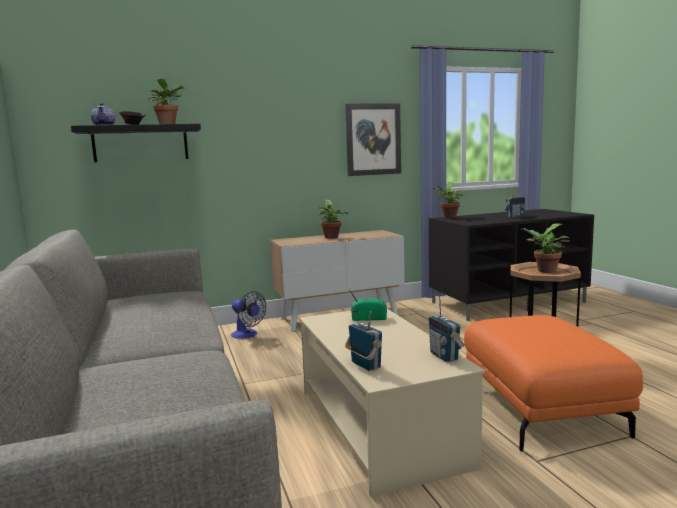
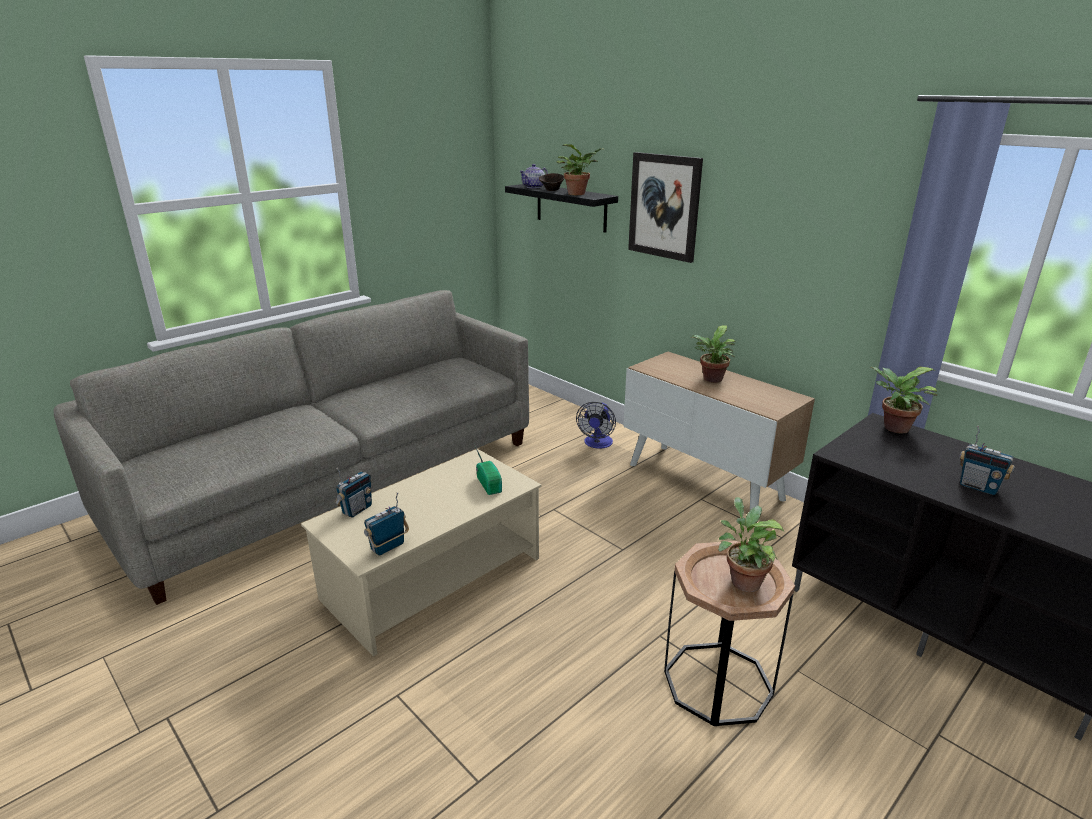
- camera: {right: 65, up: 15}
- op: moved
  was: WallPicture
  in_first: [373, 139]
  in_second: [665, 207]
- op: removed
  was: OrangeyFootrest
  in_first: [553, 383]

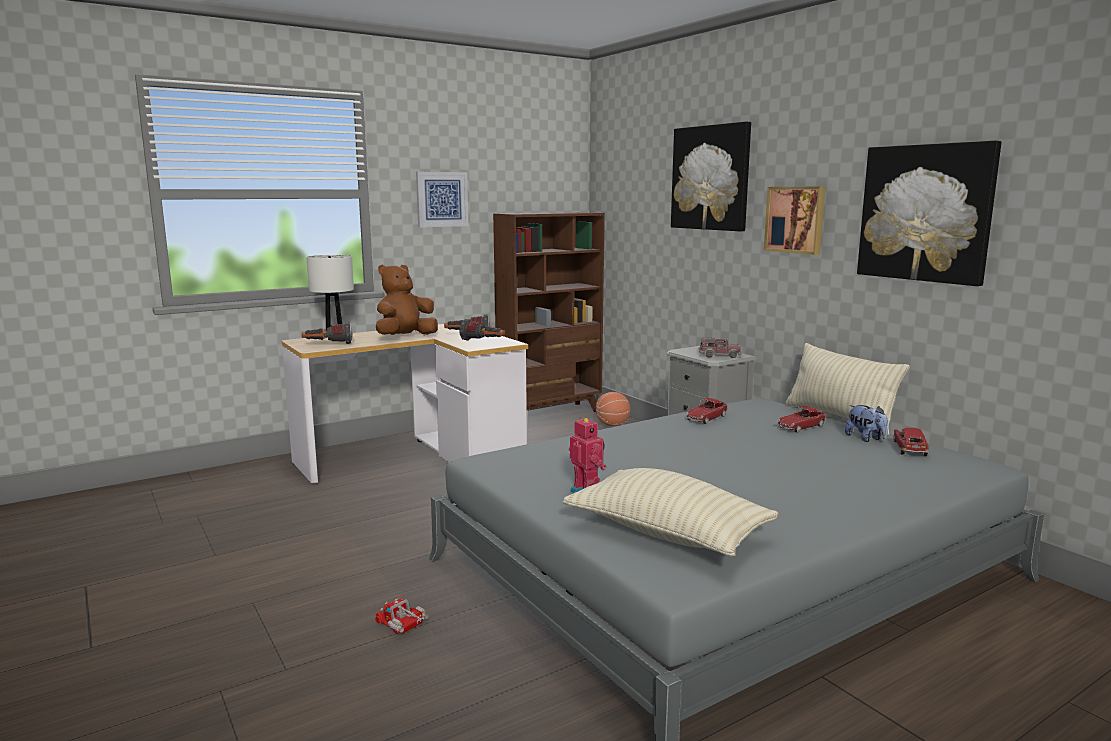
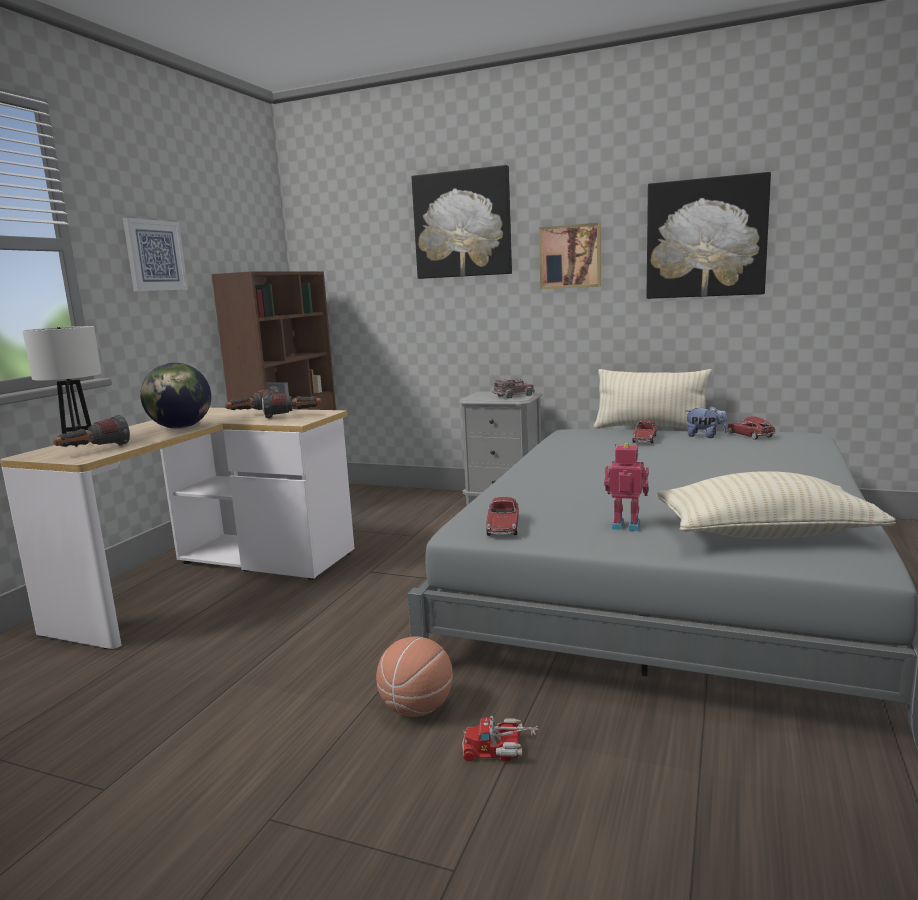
- camera: {right: -35, up: 0}
- op: replaced
  was: BrownColouredSoftToy
  now: Globe
  in_first: [407, 300]
  in_second: [175, 396]
- op: moved
  was: BallForBasketball
  in_first: [613, 409]
  in_second: [414, 676]
- op: moved
  was: MiniatureCar
  in_first: [707, 411]
  in_second: [502, 516]

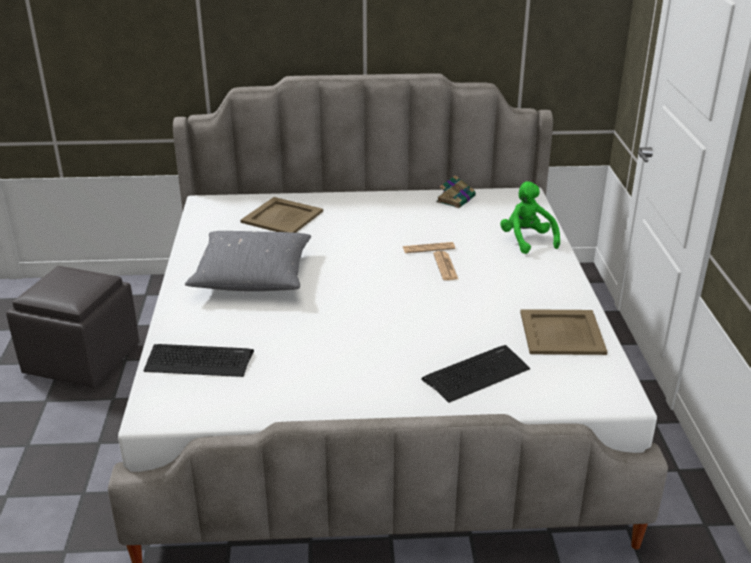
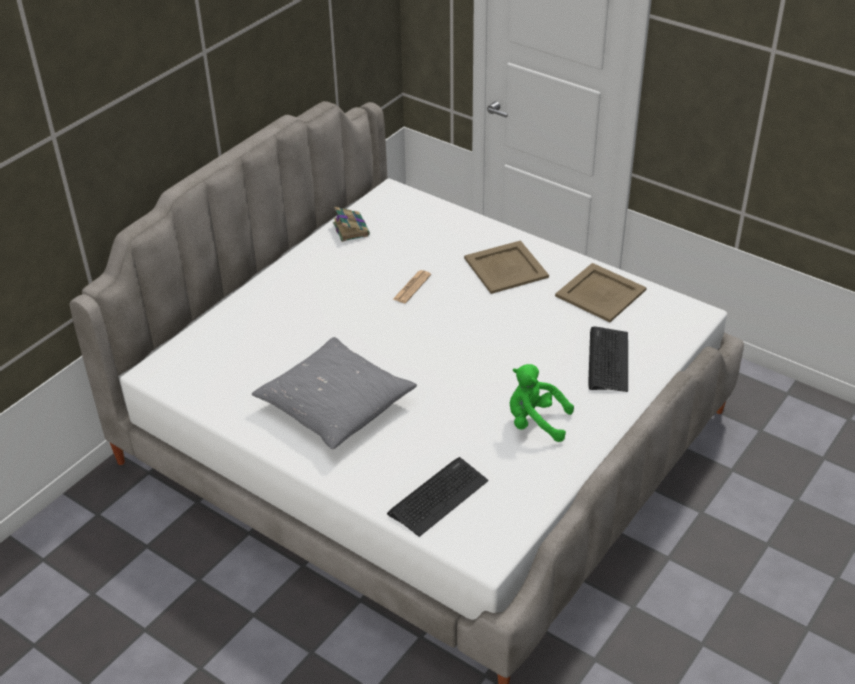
- camera: {right: -50, up: 10}
- op: moved
  was: BeigeTray
  in_first: [281, 215]
  in_second: [506, 267]
- op: moved
  was: GreenSoftToy
  in_first: [530, 217]
  in_second: [542, 403]
- op: removed
  was: GreyishFootrest
  in_first: [72, 327]
- op: removed
  was: DailyPaper
  in_first: [445, 265]

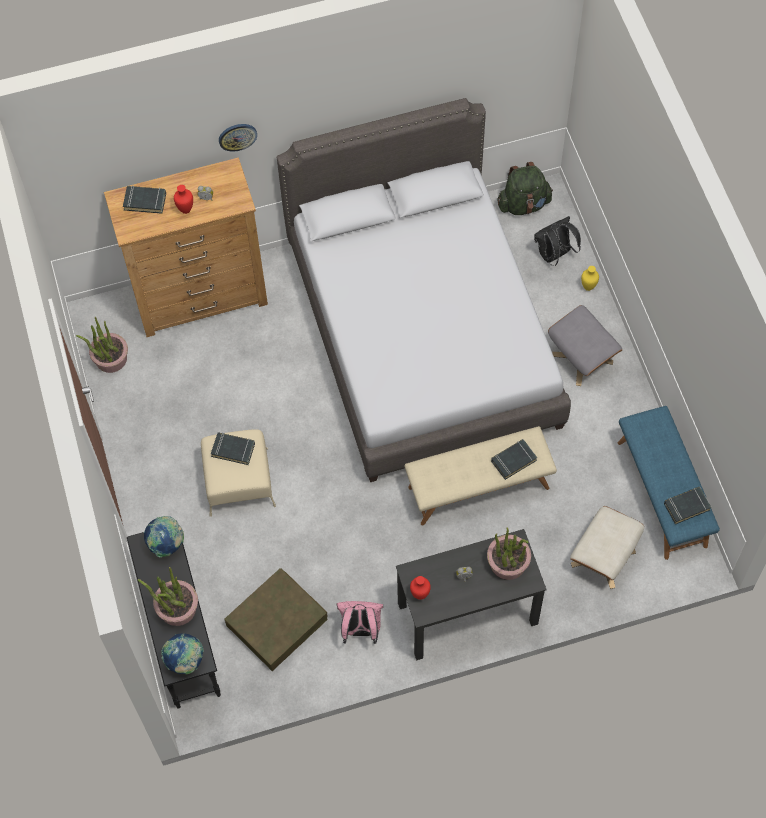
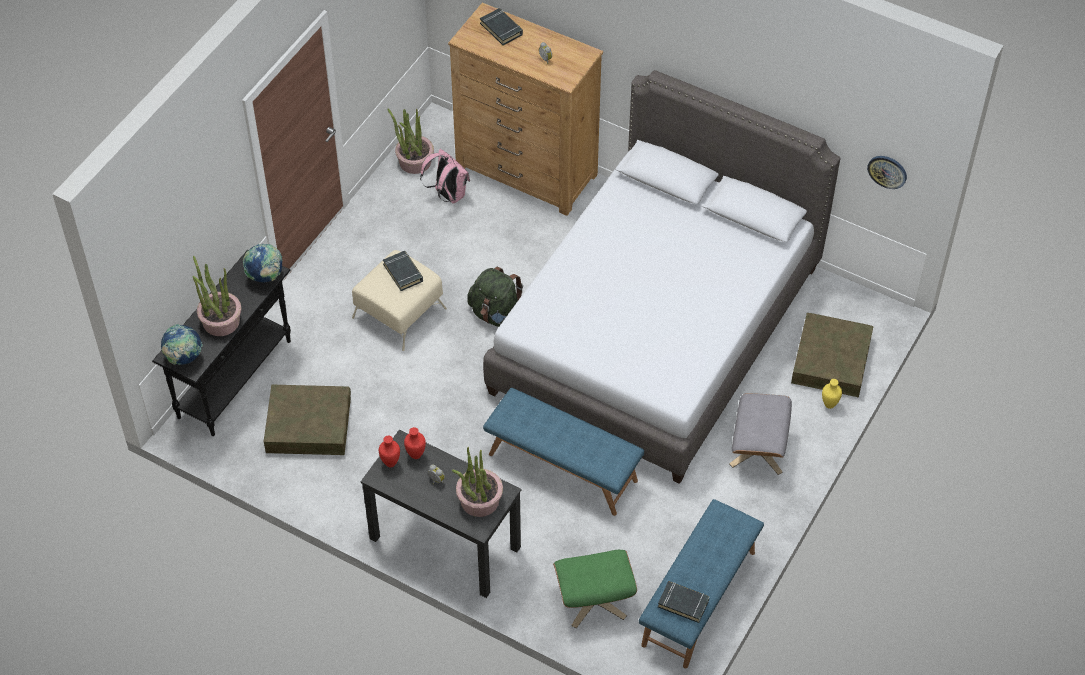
- camera: {right: 45, up: -10}
- op: moved
  was: ReddishDecorativeVase
  in_first: [183, 199]
  in_second: [415, 443]
- op: moved
  was: PinkKnapsack
  in_first: [360, 622]
  in_second: [445, 176]
- op: moved
  was: GreenKnapsack
  in_first: [525, 188]
  in_second: [495, 297]
- op: recoloured
  was: BeigeIndoorBench
  now: BluishIndoorBench
  in_first: [480, 476]
  in_second: [563, 452]
- op: recoloured
  was: BeigeFootrest
  now: GreenFootrest
  in_first: [607, 547]
  in_second: [595, 589]
- op: replaced
  was: BlackishKnapsack
  now: BrownColouredStorageContainer
  in_first: [557, 241]
  in_second: [832, 355]
- op: moved
  was: ClockOnTheWall
  in_first: [238, 138]
  in_second: [887, 172]
- op: removed
  was: BlackishBook
  in_first: [514, 459]

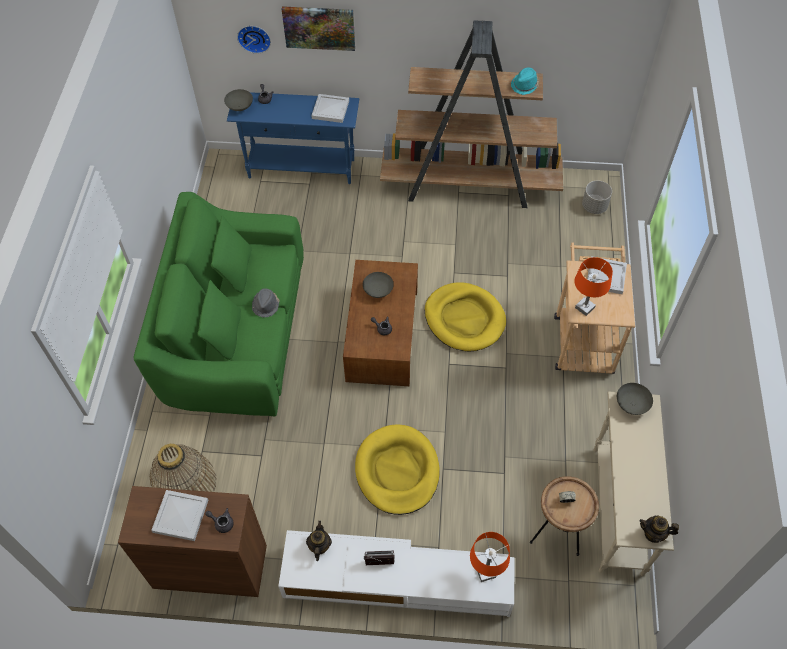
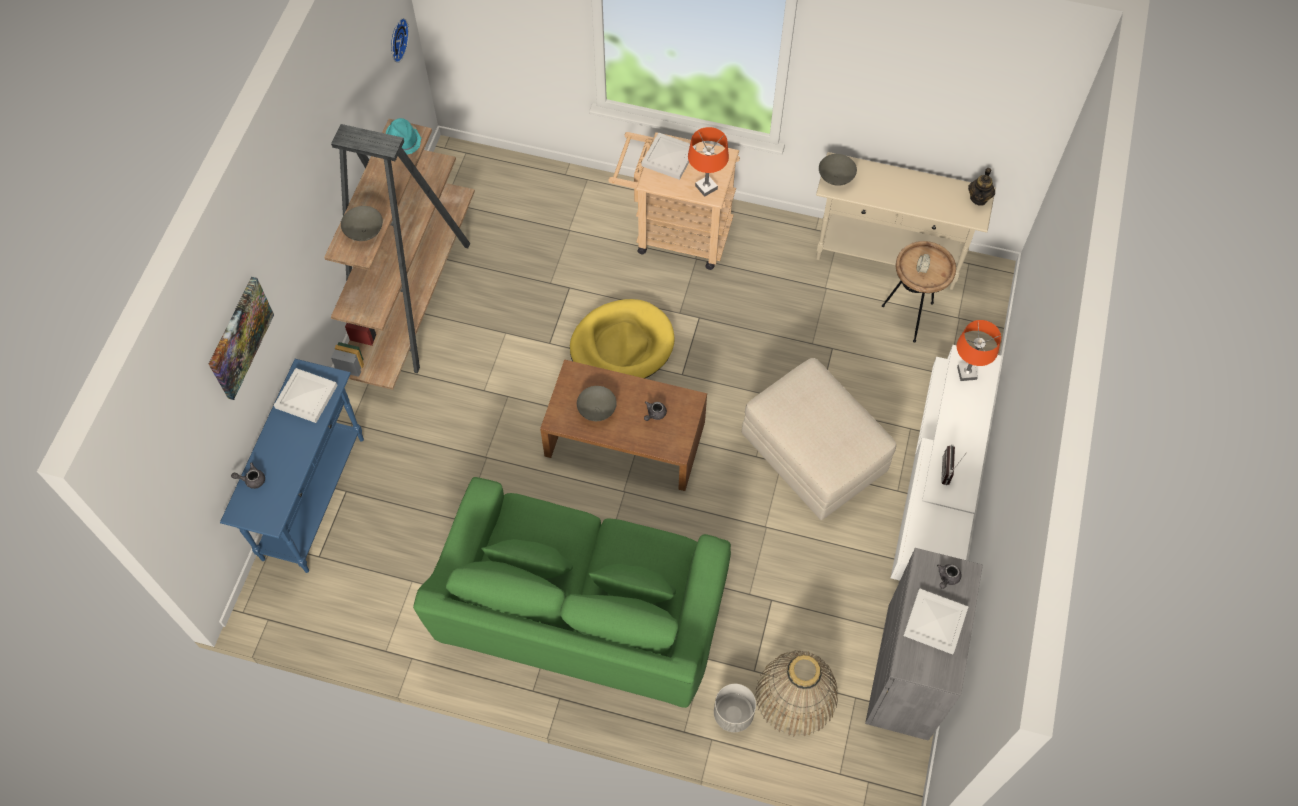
- camera: {right: -80, up: 5}
- op: moved
  was: GreyishDeepDish
  in_first: [238, 100]
  in_second: [362, 223]
- op: moved
  was: ClockOnTheWall
  in_first: [254, 40]
  in_second: [400, 40]
- op: moved
  was: GreyishPlantPot
  in_first: [597, 197]
  in_second: [735, 708]
- op: replaced
  was: YellowColouredPetBed
  now: BeigeFootrest
  in_first: [397, 469]
  in_second: [819, 439]
- op: recoloured
  was: BrownColouredCupboard
  now: GreyishCupboard
  in_first: [192, 541]
  in_second: [924, 644]
- op: removed
  was: GreyishClothingHat
  in_first: [266, 303]
- op: removed
  was: PotForTea
  in_first: [319, 541]

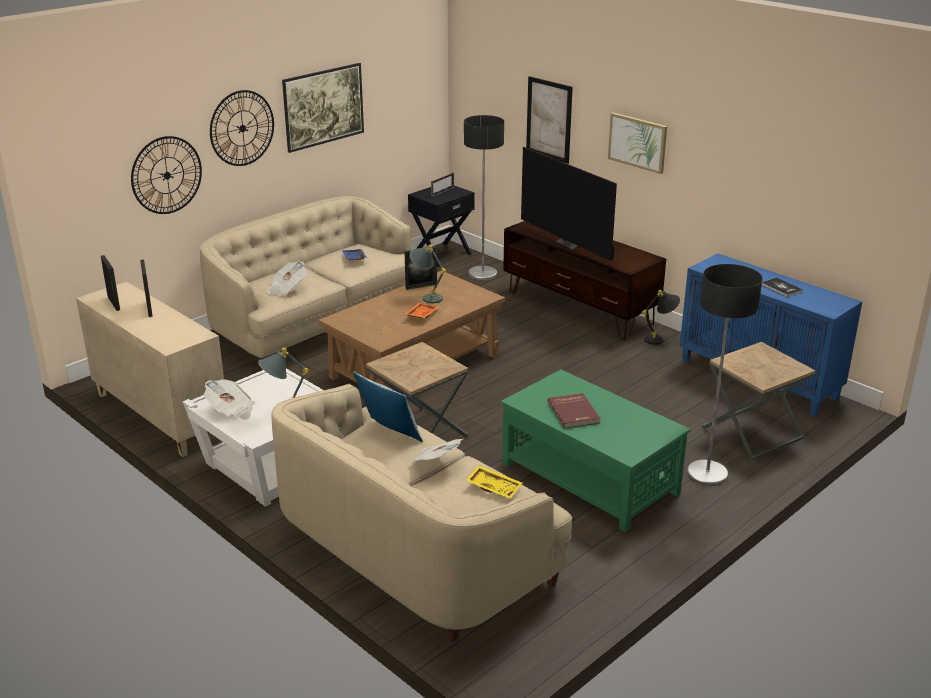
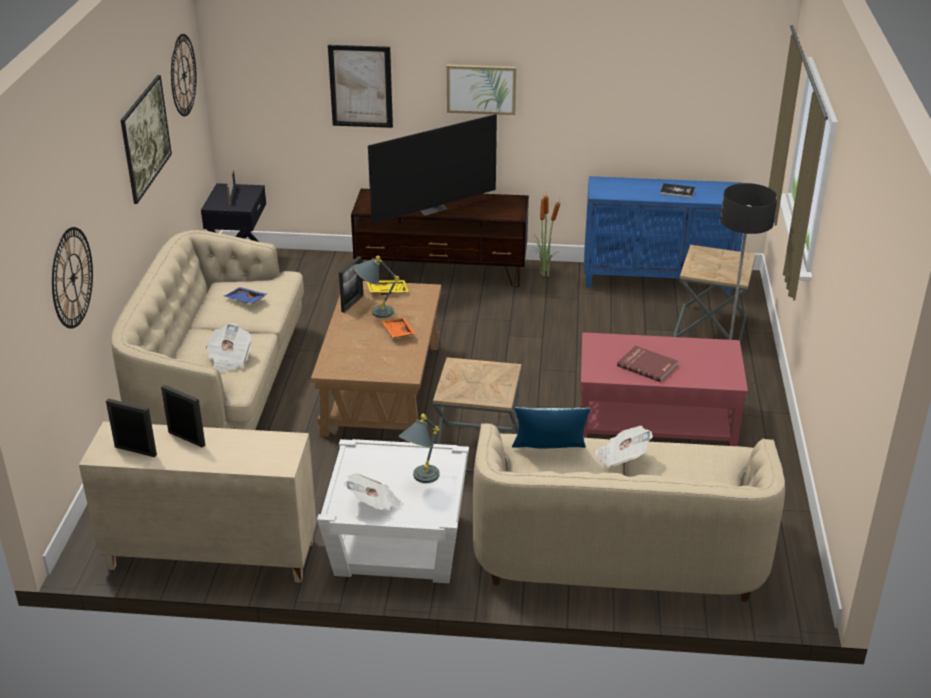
- camera: {right: -40, up: 5}
- op: moved
  was: ClockOnTheWall
  in_first: [242, 128]
  in_second: [184, 75]
- op: moved
  was: YellowColouredTray
  in_first: [494, 482]
  in_second: [388, 287]
- op: turned
  was: Tv
  in_first: [569, 204]
  in_second: [432, 169]
  clockwise: -45
- op: replaced
  was: BlackishTableLamp
  now: PlantInAPot
  in_first: [661, 317]
  in_second: [546, 236]
- op: recoloured
  was: GreenLowTable
  now: ReddishLowTable
  in_first: [596, 450]
  in_second: [664, 389]
- op: removed
  was: StandardLamp
  in_first: [484, 197]

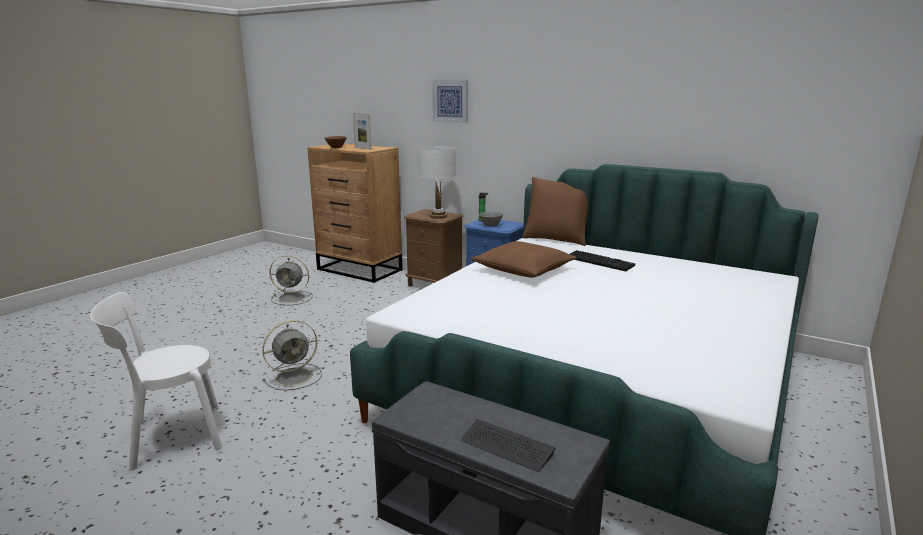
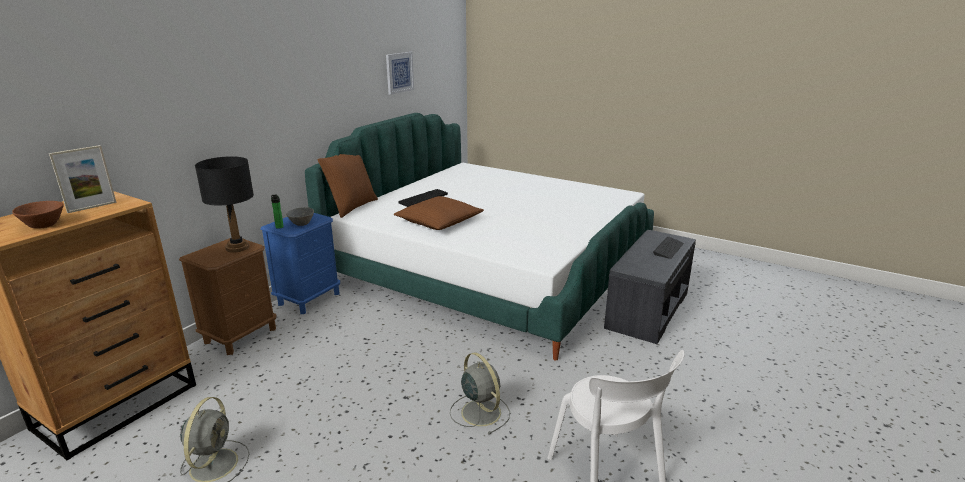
- camera: {right: -90, up: 5}
- op: recoloured
  was: WhitishTableLamp
  now: BlackishTableLamp
  in_first: [437, 182]
  in_second: [224, 204]
- op: moved
  was: WallPicture
  in_first: [450, 101]
  in_second: [400, 73]

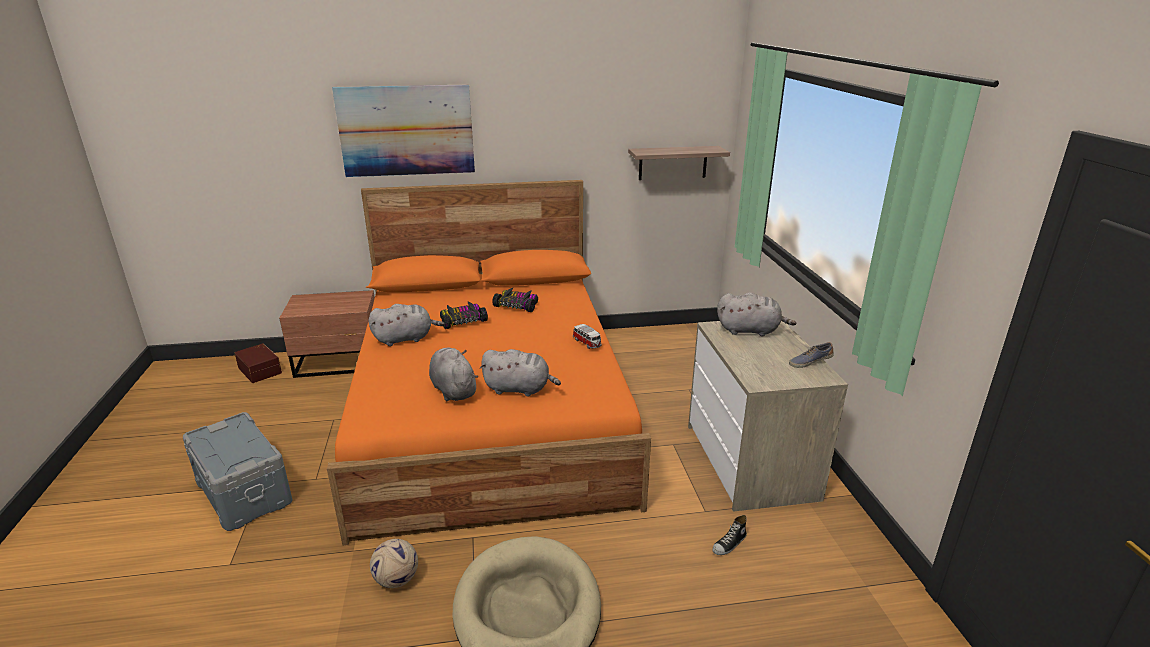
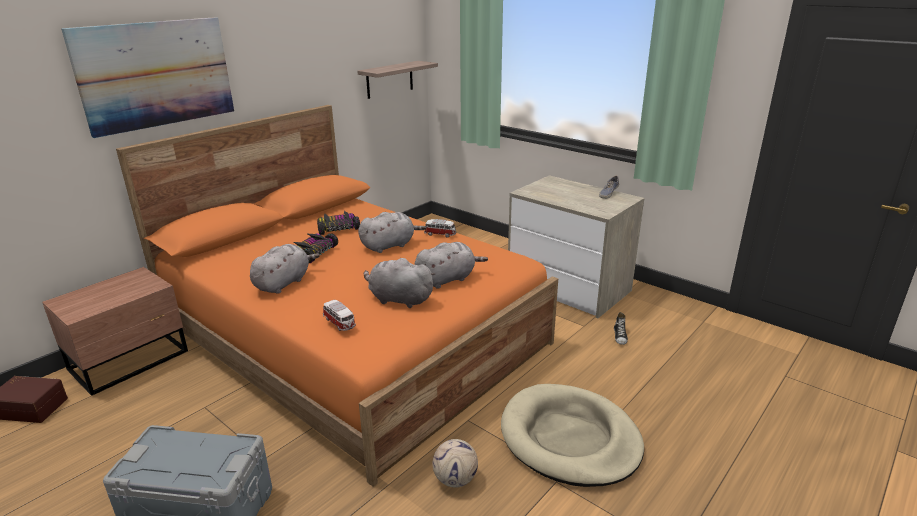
- camera: {right: -40, up: 0}
- op: added
  now: MiniatureCar
  in_second: [339, 315]
- op: moved
  was: GreyishSoftToy
  in_first: [756, 314]
  in_second: [392, 232]

